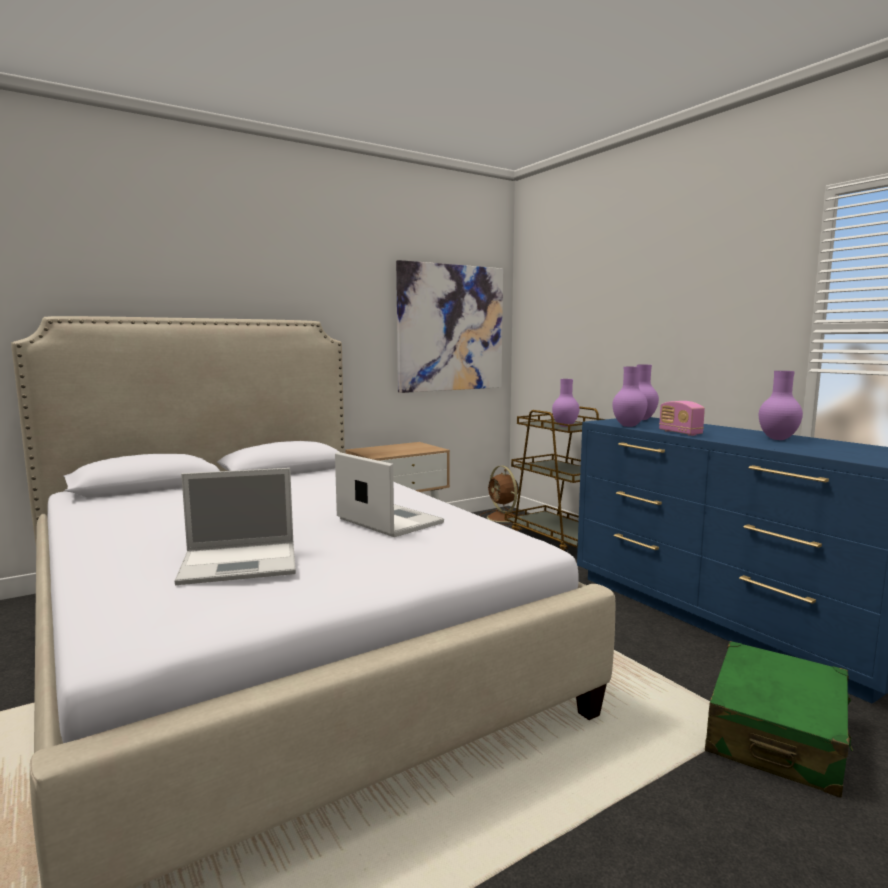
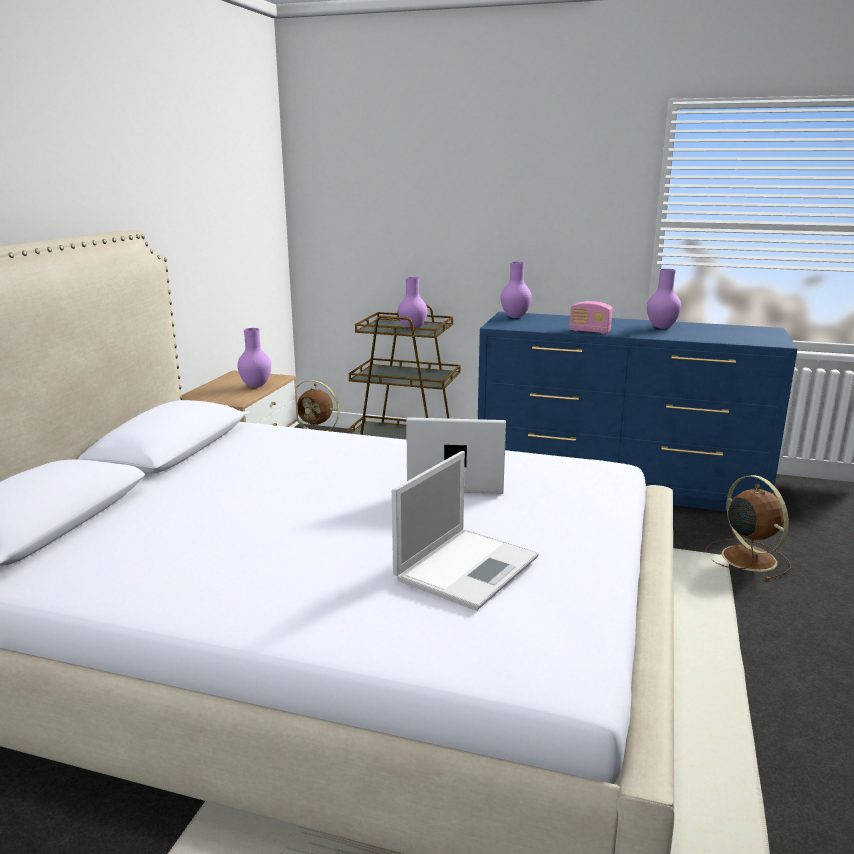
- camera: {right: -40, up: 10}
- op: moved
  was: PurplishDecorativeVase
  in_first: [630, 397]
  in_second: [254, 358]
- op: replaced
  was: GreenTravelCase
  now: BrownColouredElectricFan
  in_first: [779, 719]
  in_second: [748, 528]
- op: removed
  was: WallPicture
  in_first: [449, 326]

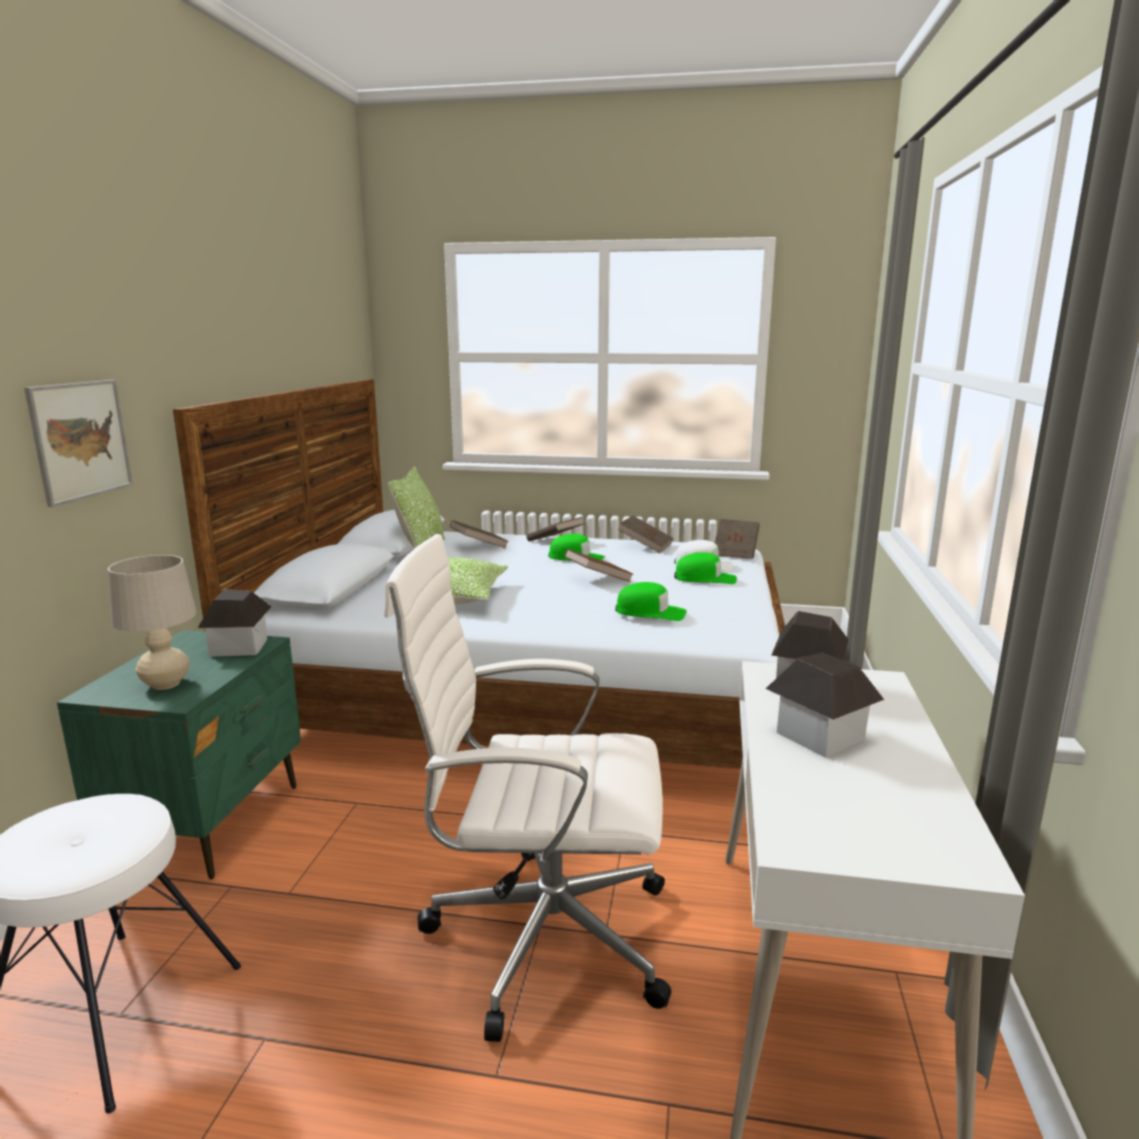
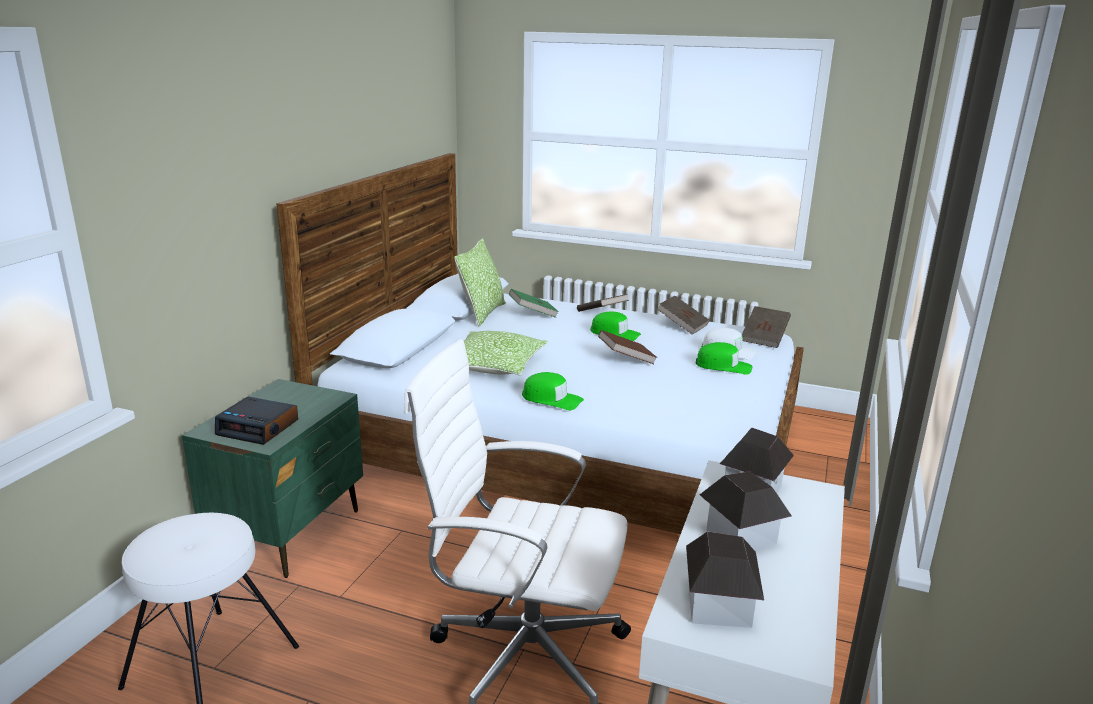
- camera: {right: 10, up: 5}
- op: replaced
  was: BeigeTableLamp
  now: TableClock
  in_first: [152, 622]
  in_second: [256, 421]
- op: recoloured
  was: BrownColouredBook
  now: GreenBook
  in_first: [479, 534]
  in_second: [534, 303]
- op: moved
  was: GreenBaseballCap
  in_first: [651, 601]
  in_second: [553, 391]
- op: moved
  was: ModelHouse
  in_first: [234, 623]
  in_second: [725, 579]
- op: removed
  was: WallPicture
  in_first: [78, 443]

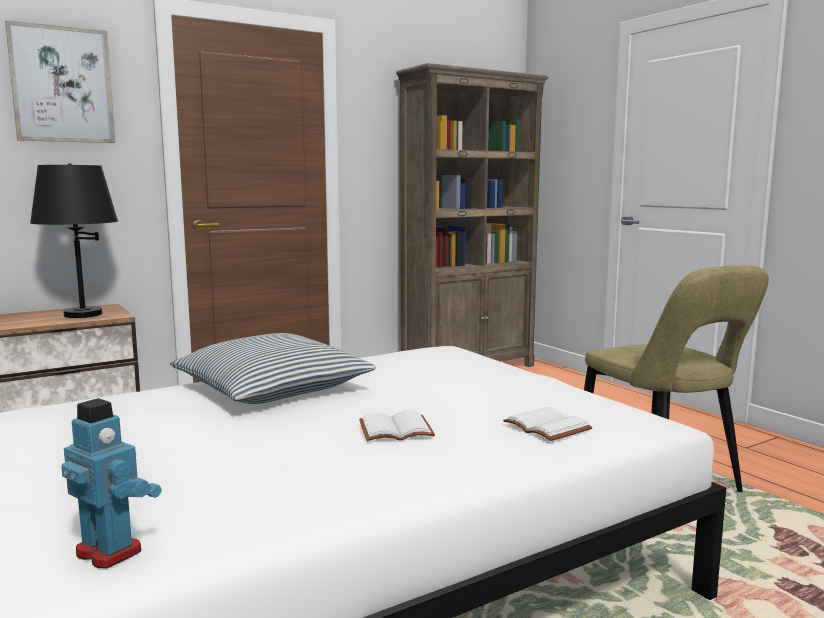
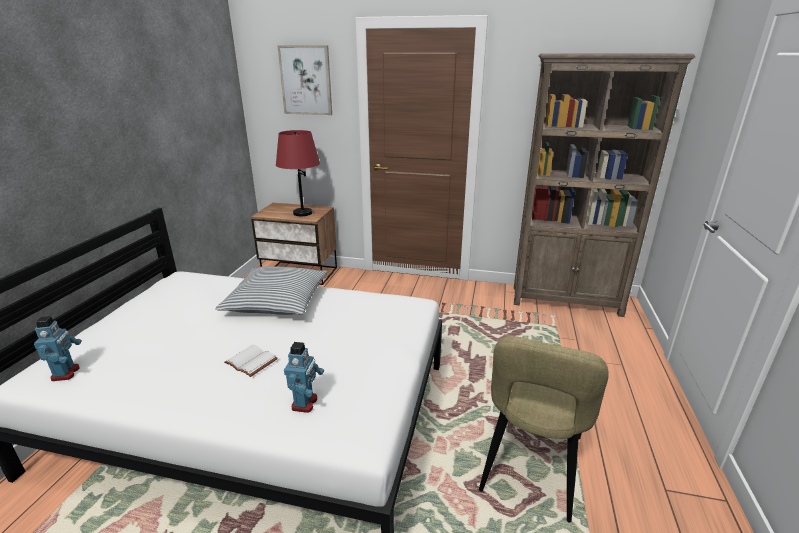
- camera: {right: 45, up: 15}
- op: recoloured
  was: BlackishTableLamp
  now: ReddishTableLamp
  in_first: [74, 240]
  in_second: [298, 173]
- op: replaced
  was: WhitishBook
  now: RobotFigure
  in_first: [548, 424]
  in_second: [304, 377]

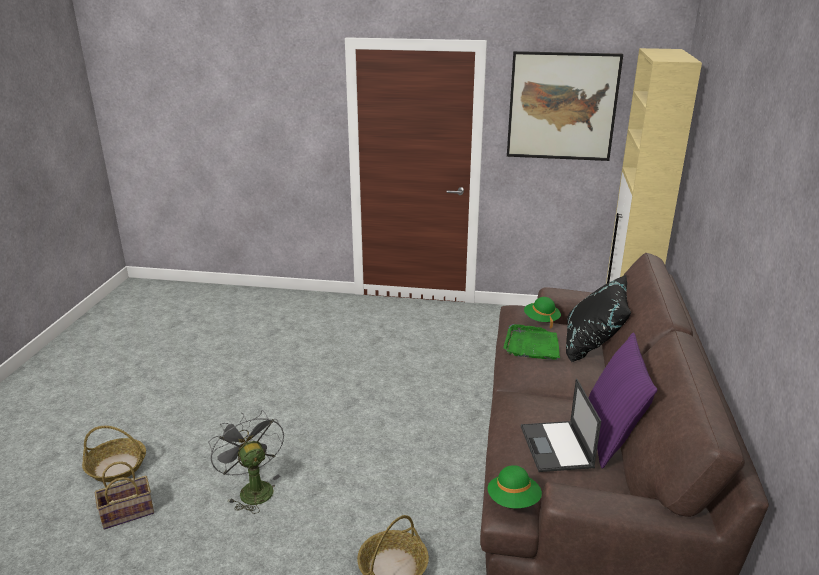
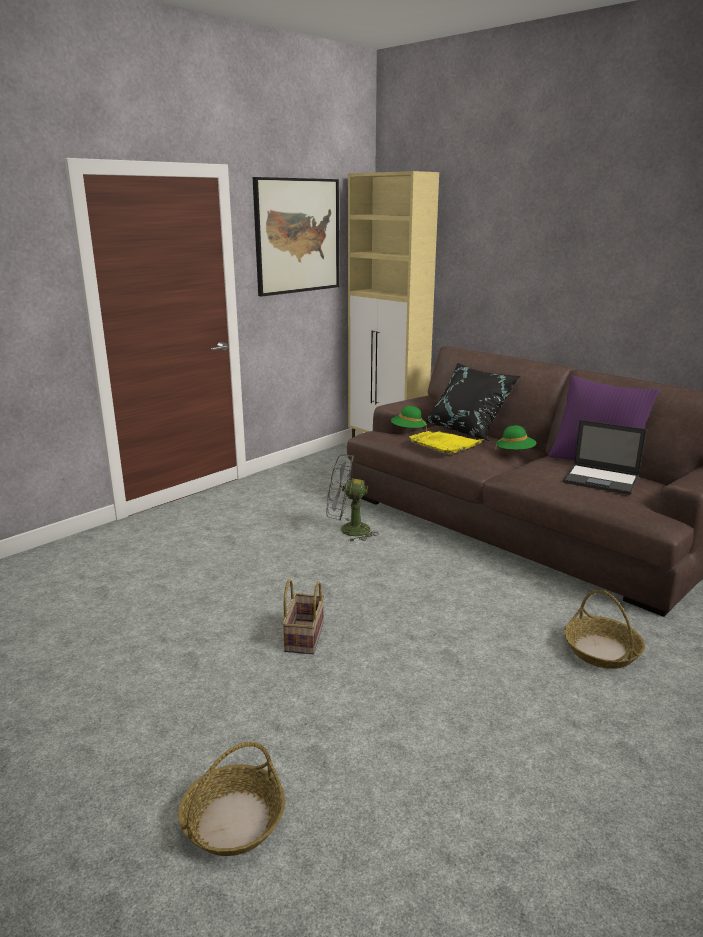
- camera: {right: -55, up: -5}
- op: moved
  was: Basket
  in_first: [124, 495]
  in_second: [303, 616]
- op: moved
  was: GreyishElectricFan
  in_first: [246, 462]
  in_second: [353, 498]
- op: recoloured
  was: GreenTray
  now: YellowColouredTray
  in_first: [531, 342]
  in_second: [446, 442]
- op: moved
  was: GreenClothingHat
  in_first: [515, 486]
  in_second: [516, 437]

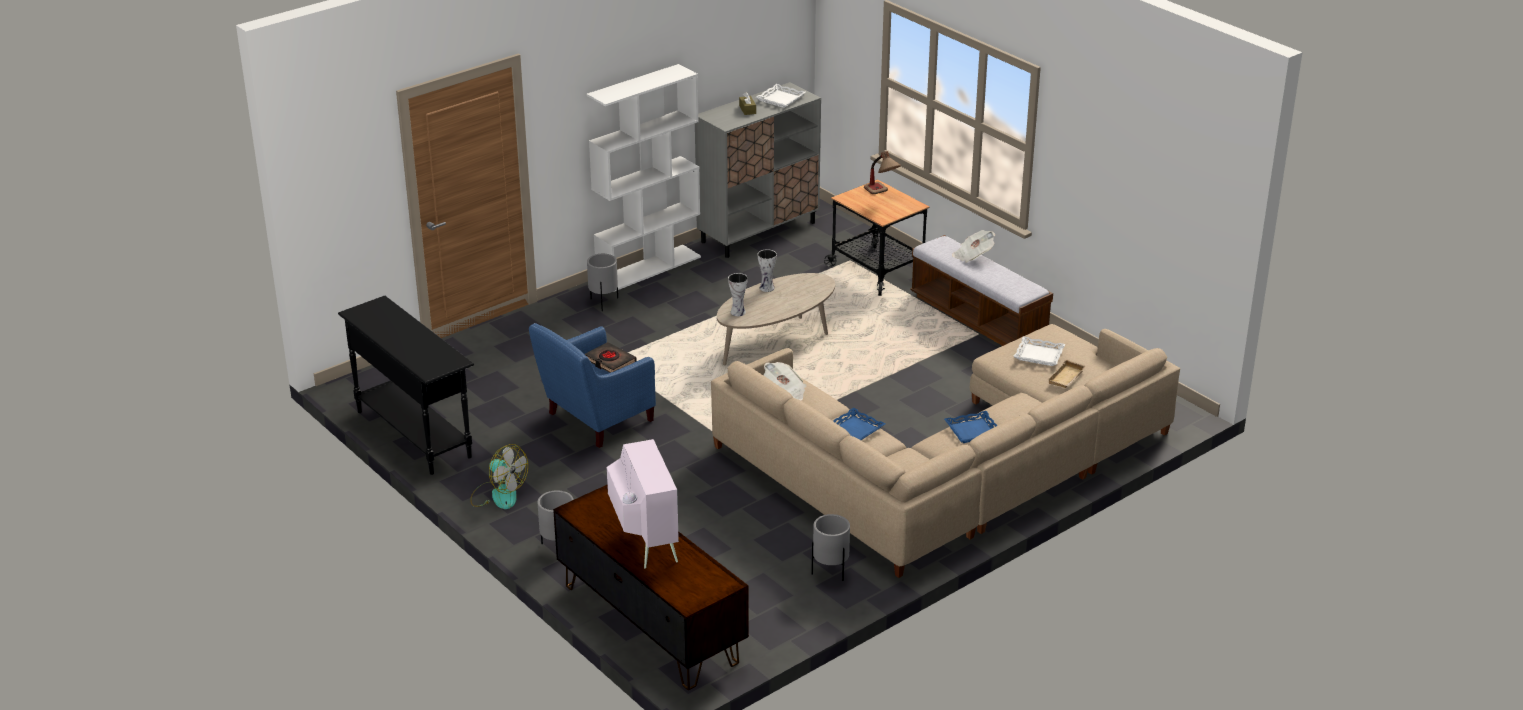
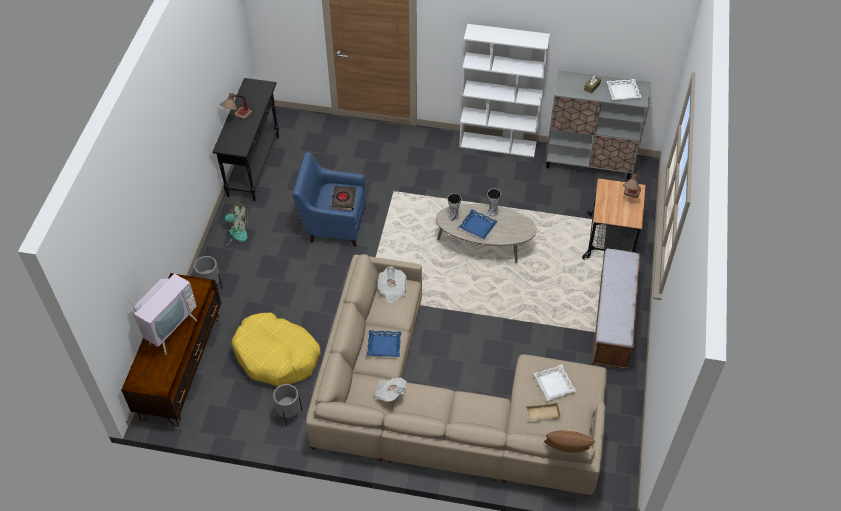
- camera: {right: 50, up: 20}
- op: turned
  was: ElectricFan
  in_first: [499, 476]
  in_second: [233, 224]
  clockwise: -75
- op: added
  now: TableLamp
  in_second: [236, 106]
- op: added
  now: YellowColouredPetBed
  in_second: [275, 349]
- op: moved
  was: DailyPaper
  in_first: [973, 246]
  in_second: [390, 389]
- op: moved
  was: BluishTray
  in_first: [970, 427]
  in_second: [478, 224]
- op: added
  now: BrownColouredCushion
  in_second: [569, 441]
- op: removed
  was: GreyishPlantPot
  in_first: [602, 282]

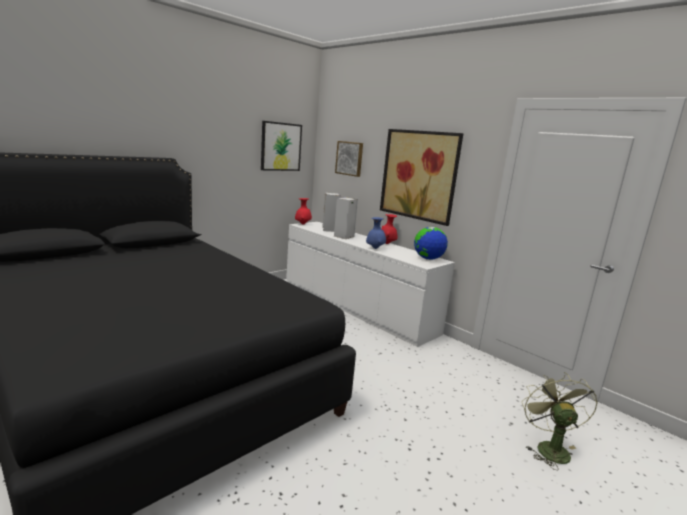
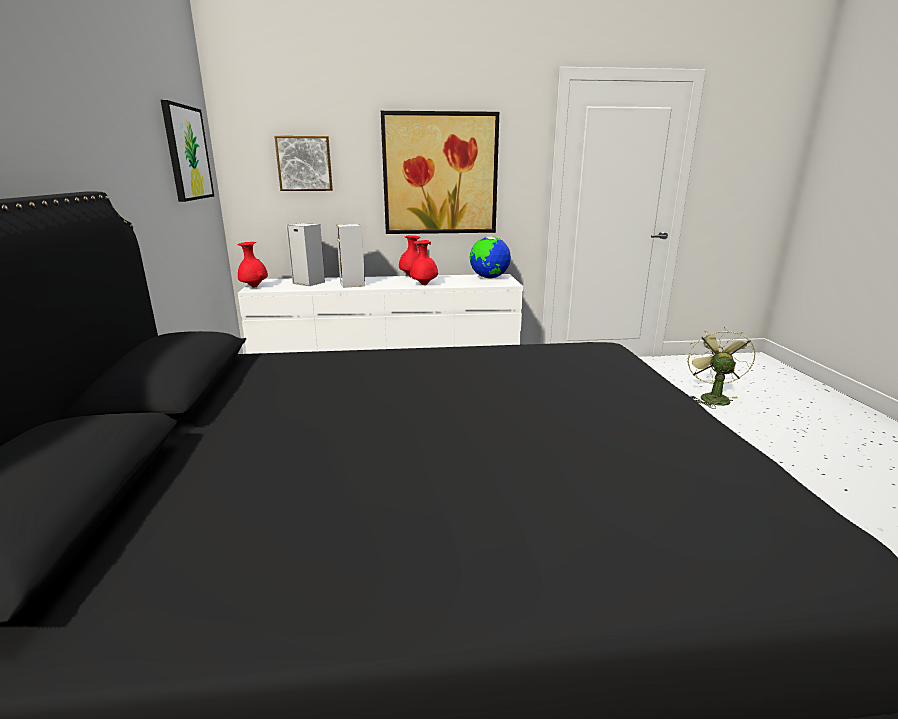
- camera: {right: -50, up: 5}
- op: recoloured
  was: BluishDecorativeVase
  now: ReddishDecorativeVase
  in_first: [376, 233]
  in_second: [423, 262]
- op: turned
  was: GreenElectricFan
  in_first: [560, 421]
  in_second: [721, 368]
  clockwise: 60

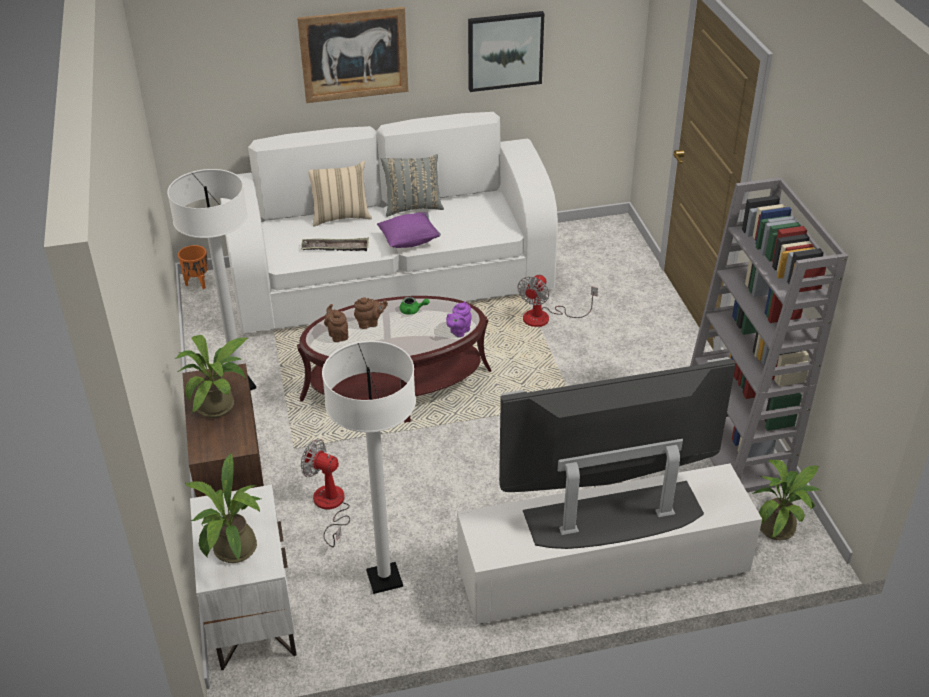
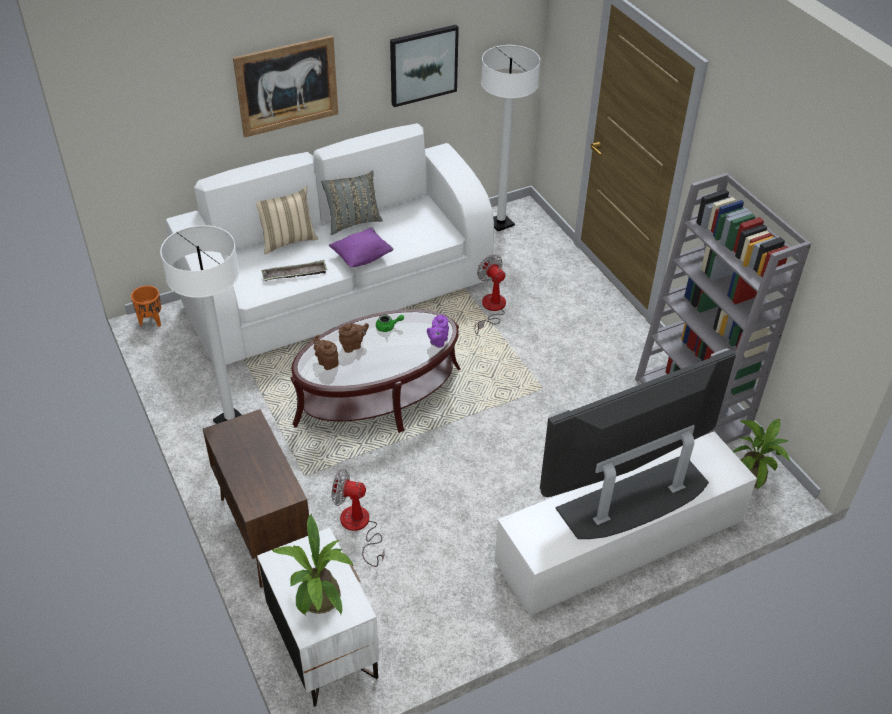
- camera: {right: -15, up: 5}
- op: turned
  was: ElectricFan
  in_first: [557, 300]
  in_second: [490, 294]
  clockwise: 135
- op: moved
  was: WhitishStandardLamp
  in_first: [369, 467]
  in_second: [510, 138]
- op: removed
  was: PlantInAPot
  in_first: [211, 376]

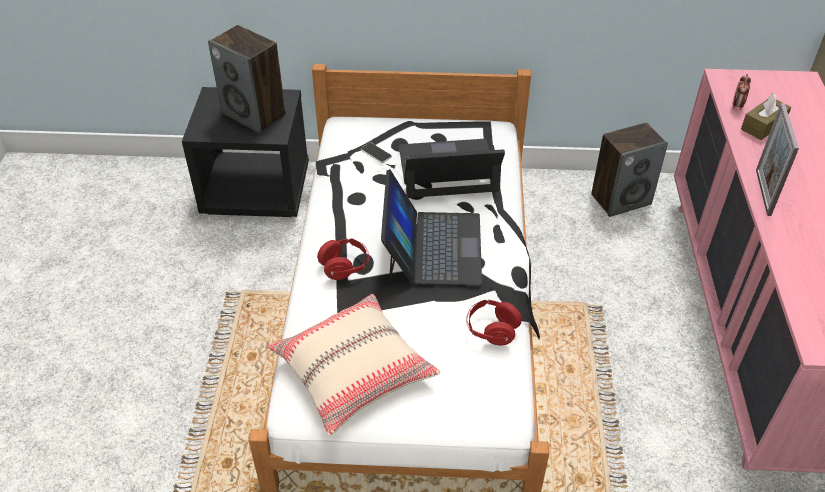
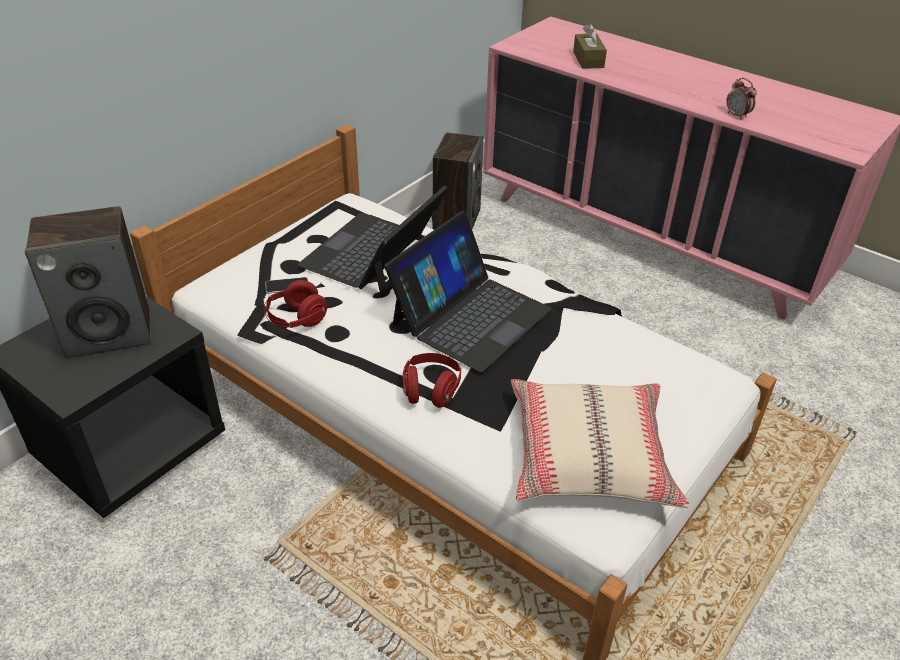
- camera: {right: -55, up: -5}
- op: moved
  was: ReddishHeadphones
  in_first: [494, 323]
  in_second: [295, 304]
- op: turned
  was: Laptop
  in_first: [431, 227]
  in_second: [468, 292]
  clockwise: 90
- op: moved
  was: TableClock
  in_first: [741, 92]
  in_second: [742, 99]
- op: removed
  was: PhotoFrame
  in_first: [777, 159]

